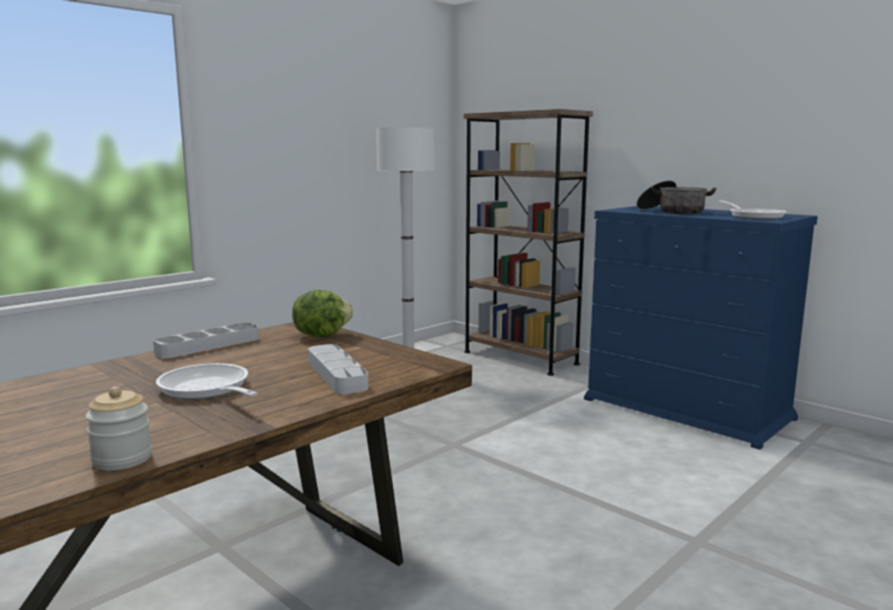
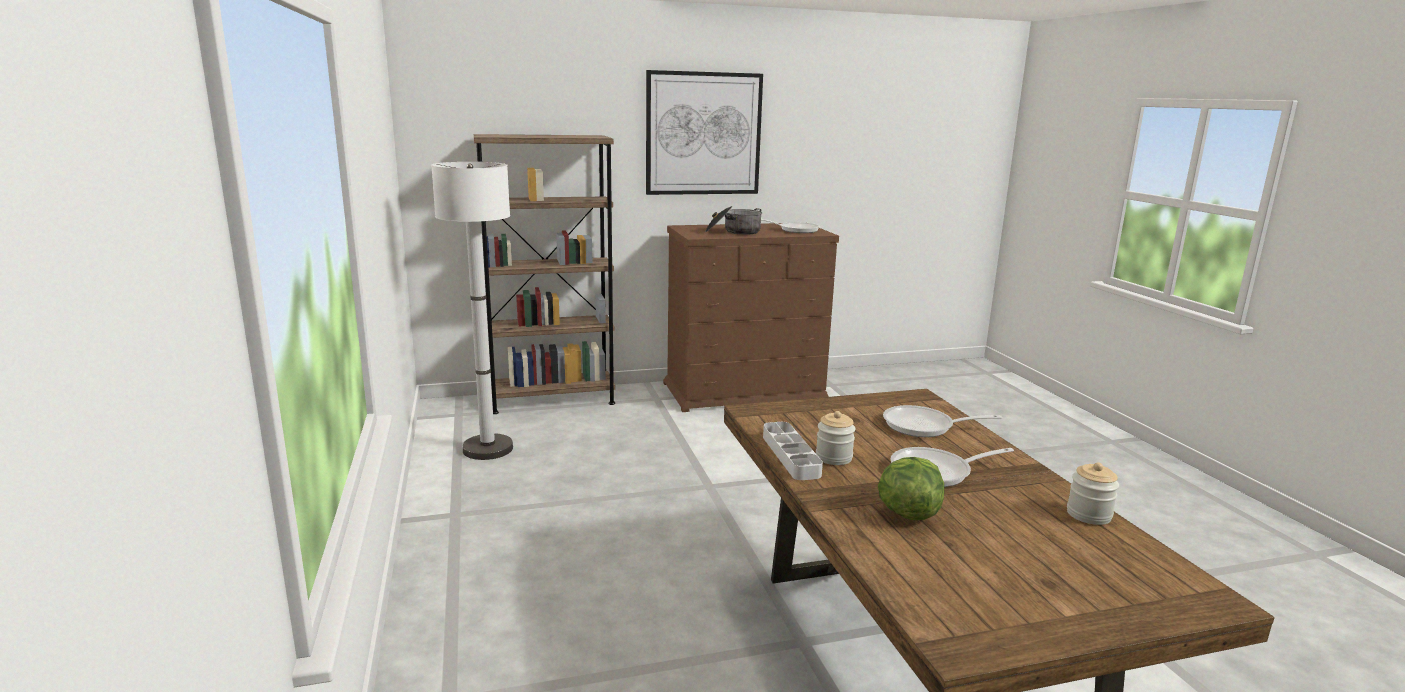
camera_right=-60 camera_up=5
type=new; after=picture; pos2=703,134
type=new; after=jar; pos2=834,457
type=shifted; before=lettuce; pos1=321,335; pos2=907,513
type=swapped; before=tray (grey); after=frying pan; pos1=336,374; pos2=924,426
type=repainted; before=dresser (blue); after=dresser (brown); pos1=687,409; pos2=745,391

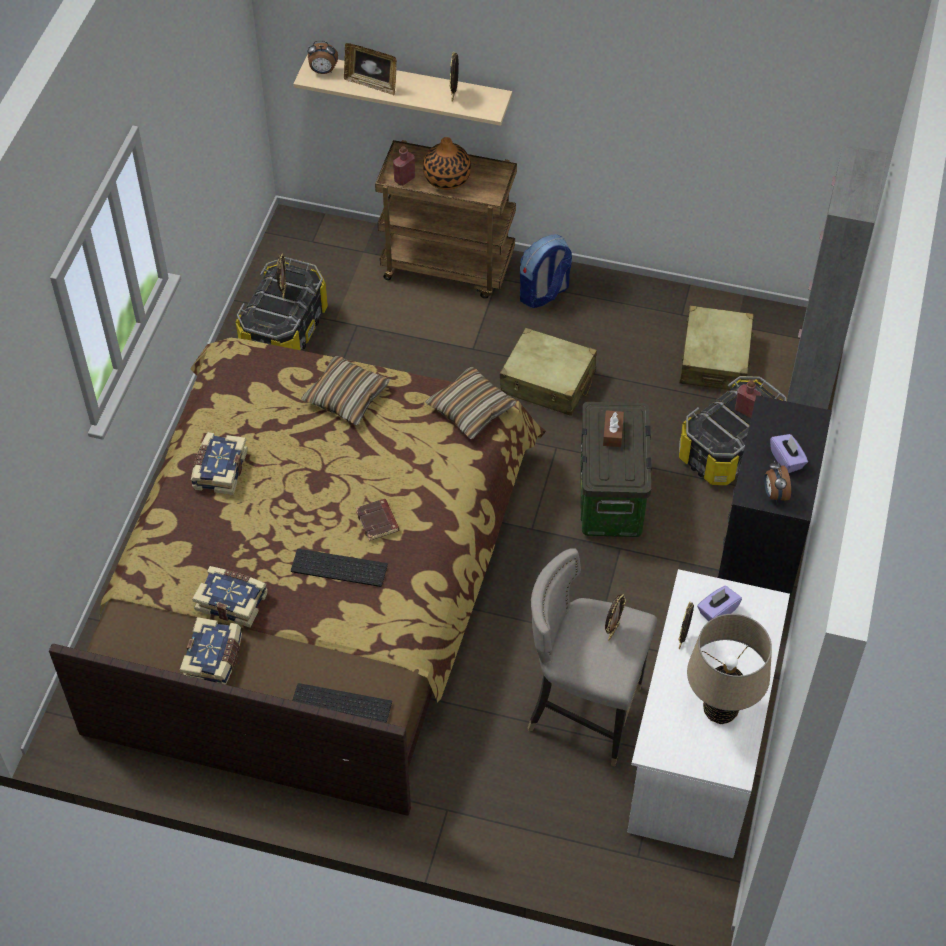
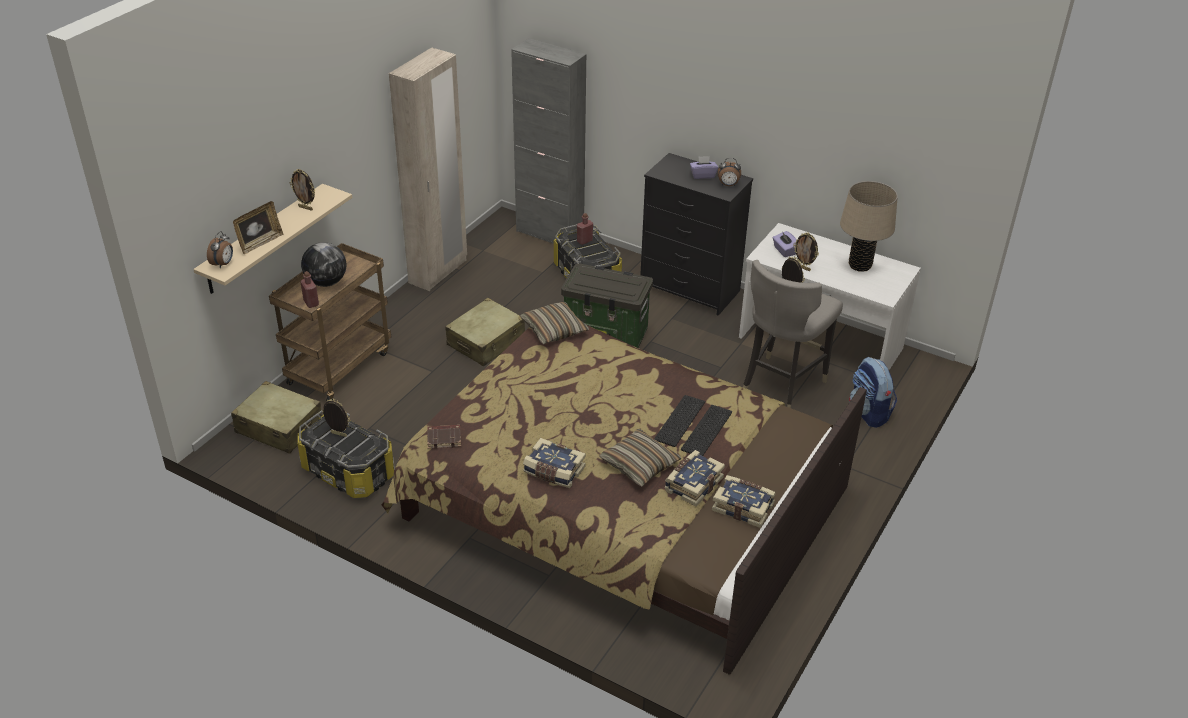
camera_right=-75 camera_up=-15
type=gone; before=tissue box (brown); pos1=612,433
type=new; after=wardrobe (beige); pos2=438,272
type=shifted; before=keyboard; pos1=339,706; pos2=707,432
type=shifted; before=pillow; pos1=346,397; pos2=639,464
type=shifted; before=book (brown); pos1=378,522; pos2=444,438
type=shifted; before=backpack; pos1=544,293; pos2=868,413
type=shifted; before=suitcase (beige); pos1=715,359; pos2=279,427
type=swapped; before=vase; after=globe; pos1=447,178; pos2=326,282

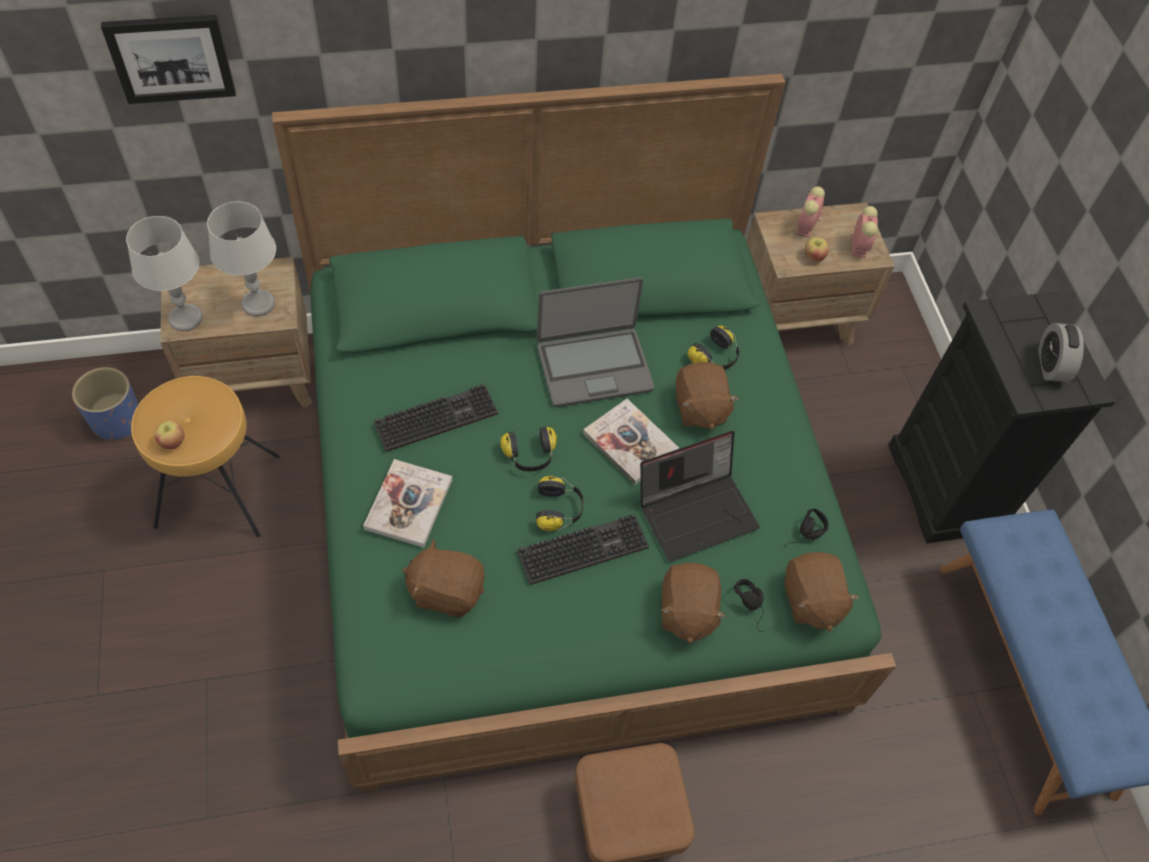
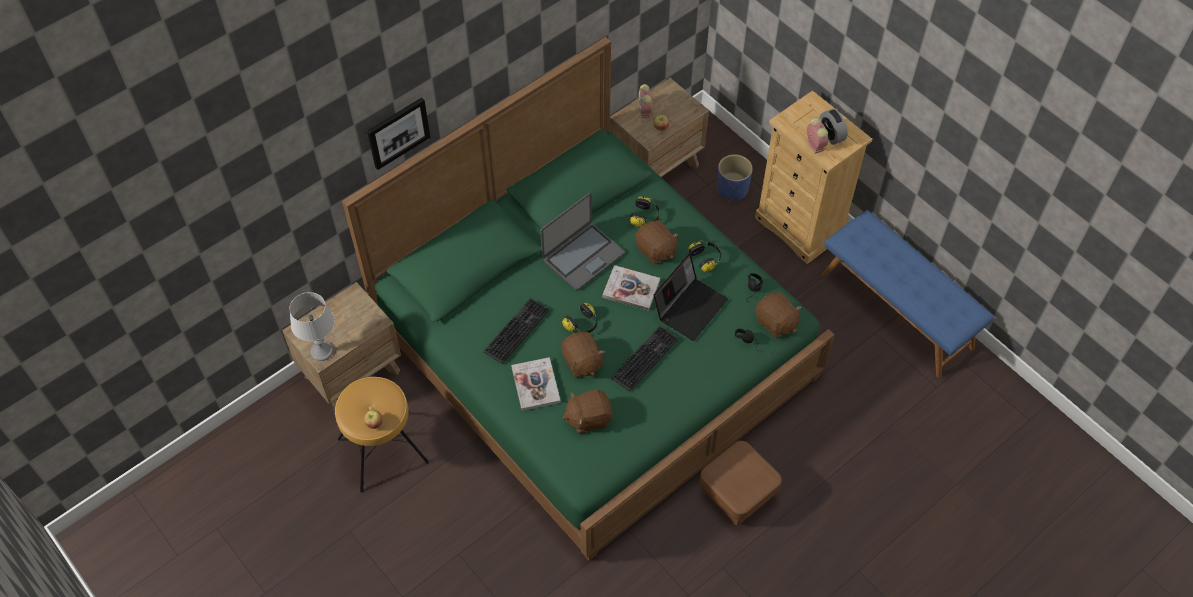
camera_right=-25 camera_up=0
type=gone; before=table lamp (grey); pos1=258,304
type=shifted; before=planter (blue); pos1=117,421; pos2=732,189
type=shifted; before=picture; pos1=171,57; pos2=398,132
type=shifted; before=headphones; pos1=559,509; pos2=706,258
type=shifted; before=plush toy (brown); pos1=686,611; pos2=582,362
type=shifted; before=alarm clock; pos1=858,246; pos2=814,144
type=repainted; before=dresser (black); after=dresser (beige); pos1=946,488; pos2=800,226

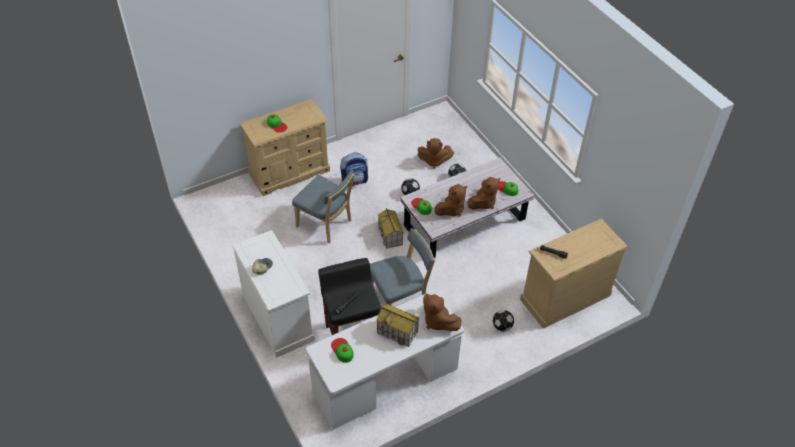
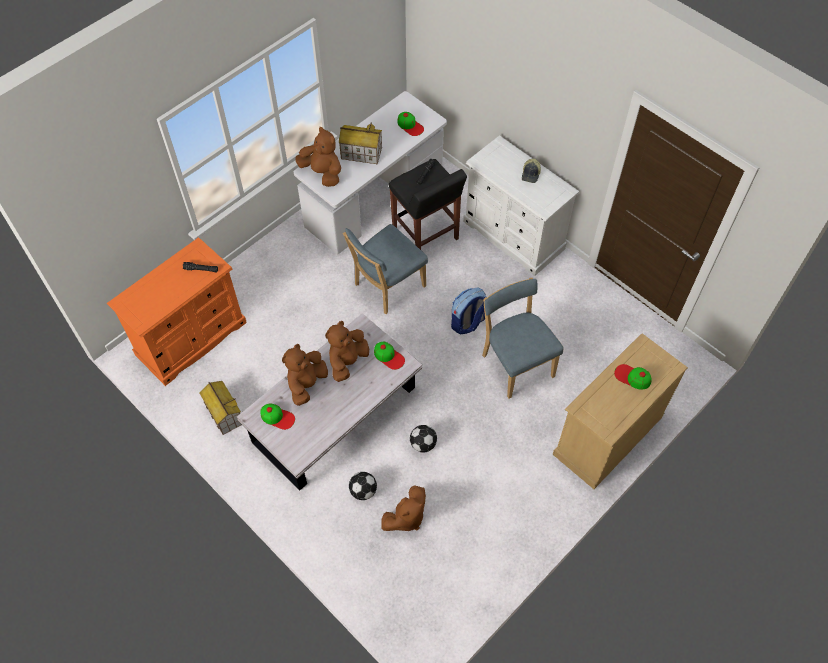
camera_right=165 camera_up=10
type=gone; before=football; pos1=502,327
type=shifted; before=backpack; pos1=354,181; pos2=468,323
type=shifted; before=toy house; pos1=390,236; pos2=224,414
type=repainted; before=dresser (beige); after=dresser (orange); pos1=564,297; pos2=191,338
type=rotated; before=chair (blue); pos1=326,225; pos2=516,363; turn=45
type=rotated; before=plush toy (brown); pos1=434,161; pos2=406,518; turn=150

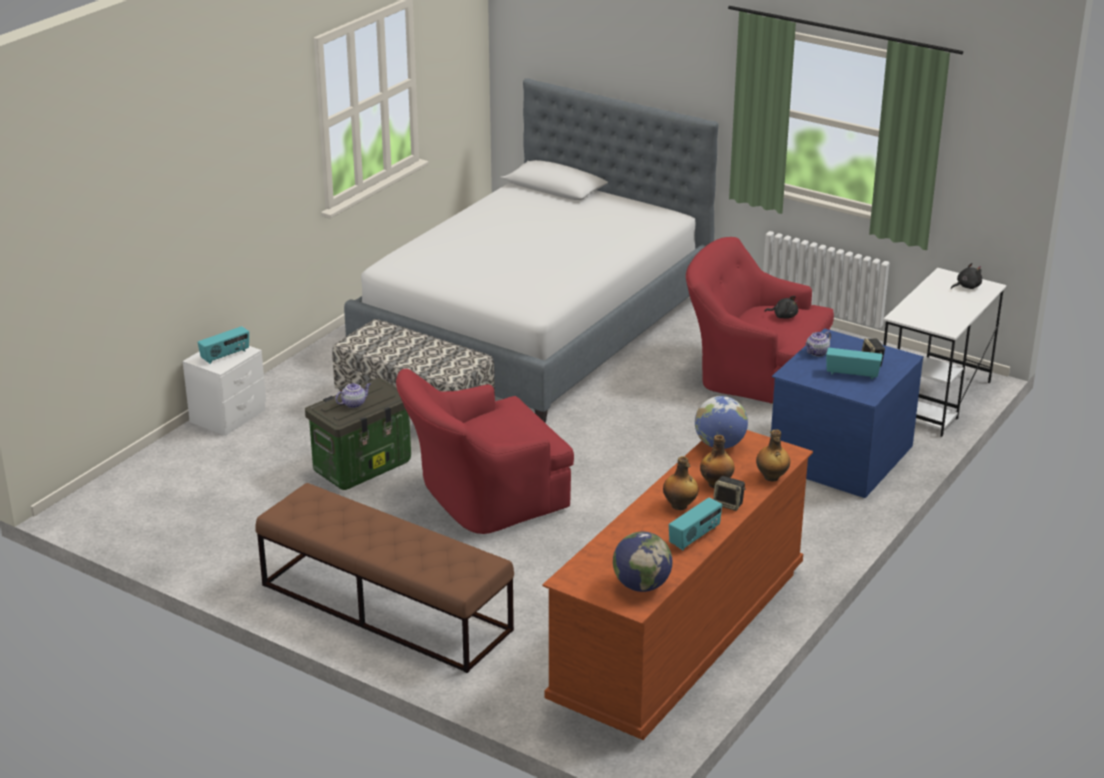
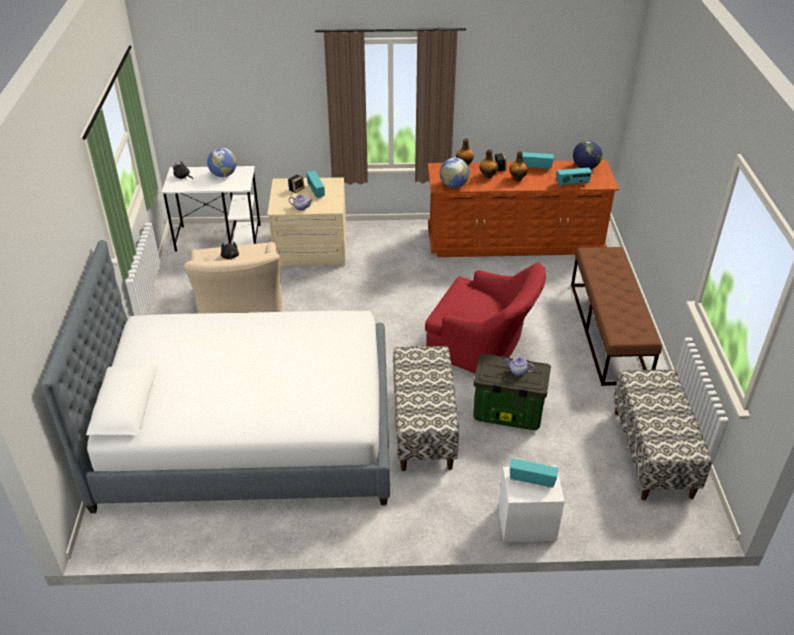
camera_right=-125 camera_up=10
type=new; after=globe; pos2=223,175
type=new; after=radio; pos2=572,183
type=new; after=bench; pos2=653,453
type=repainted; before=armchair (red); after=armchair (beige); pos1=752,373; pos2=240,307
type=repainted; before=dresser (blue); after=dresser (beige); pos1=838,455; pos2=311,248

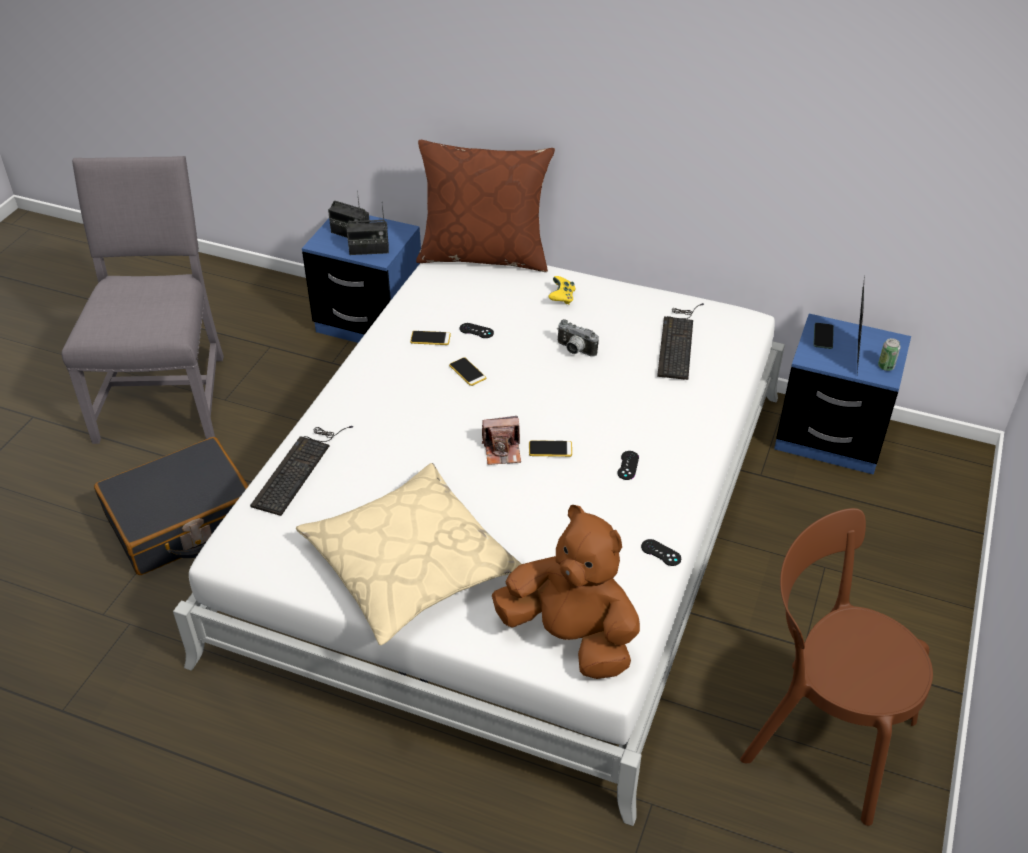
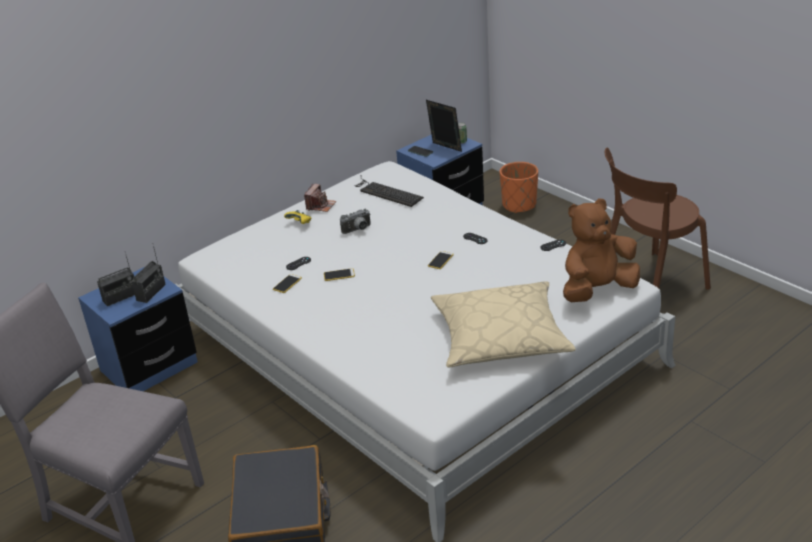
camera_right=-60 camera_up=-10
type=gone; before=keyboard; pos1=299,467
type=gone; before=pillow (brown); pos1=484,255
type=new; after=planter (orange); pos2=519,205
type=shifted; before=photo camera; pos1=502,451; pos2=320,206

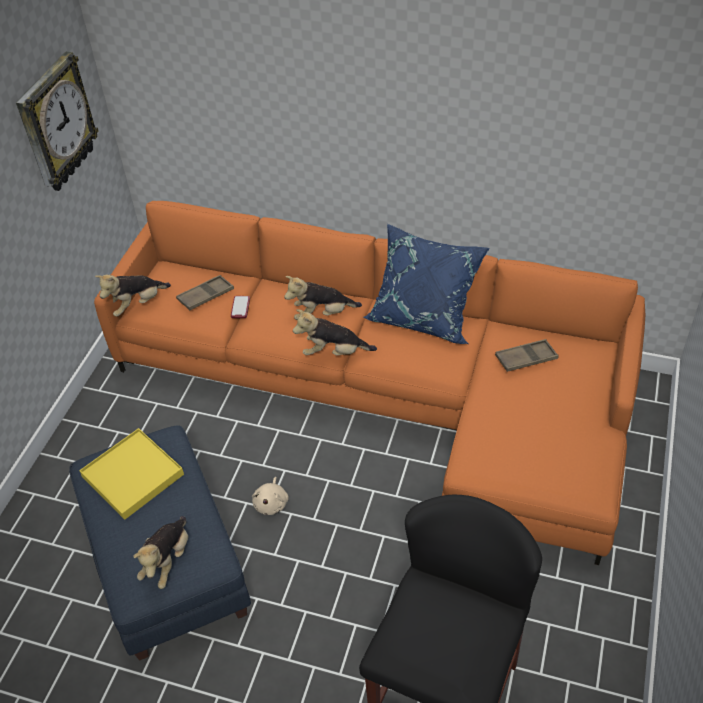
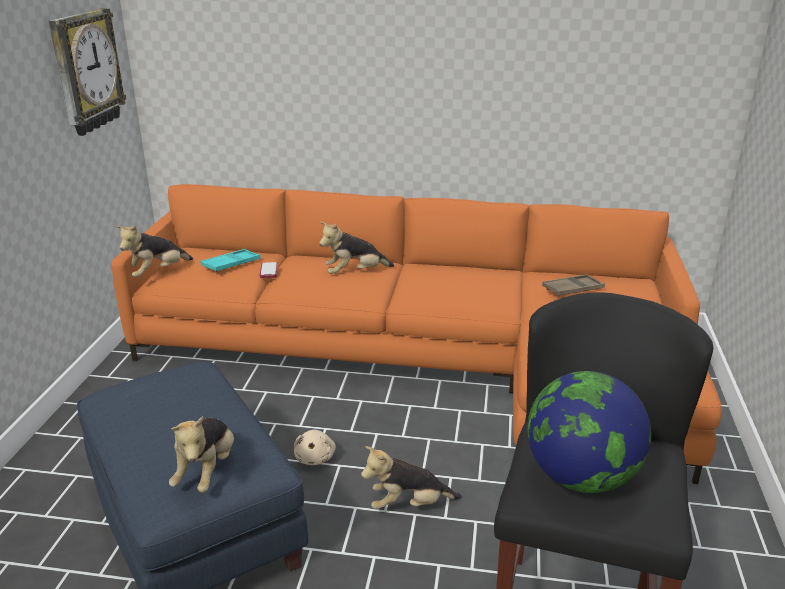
camera_right=-10 camera_up=-20
type=gone; before=tray (yellow); pos1=132,475
type=gone; before=pillow (blue); pos1=424,316
type=new; after=globe; pos2=581,477
type=shifted; before=plush toy; pos1=334,352; pos2=408,505
type=repainted; before=tray (brown); after=tray (turquoise); pos1=206,296; pos2=231,264

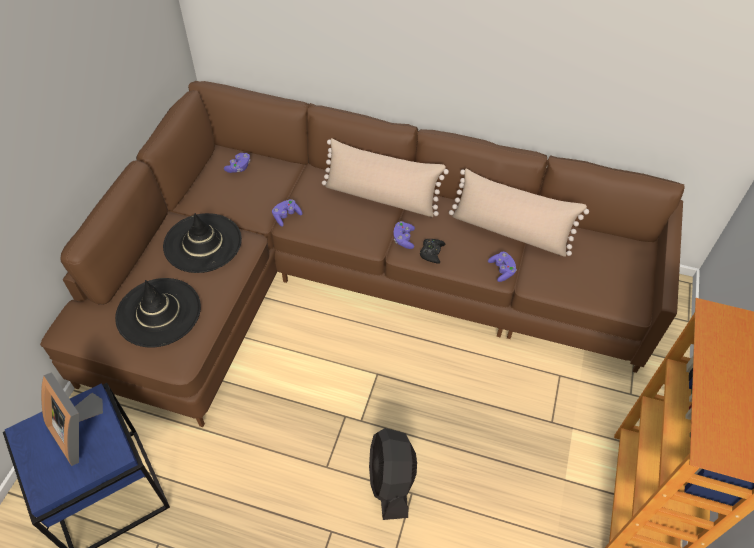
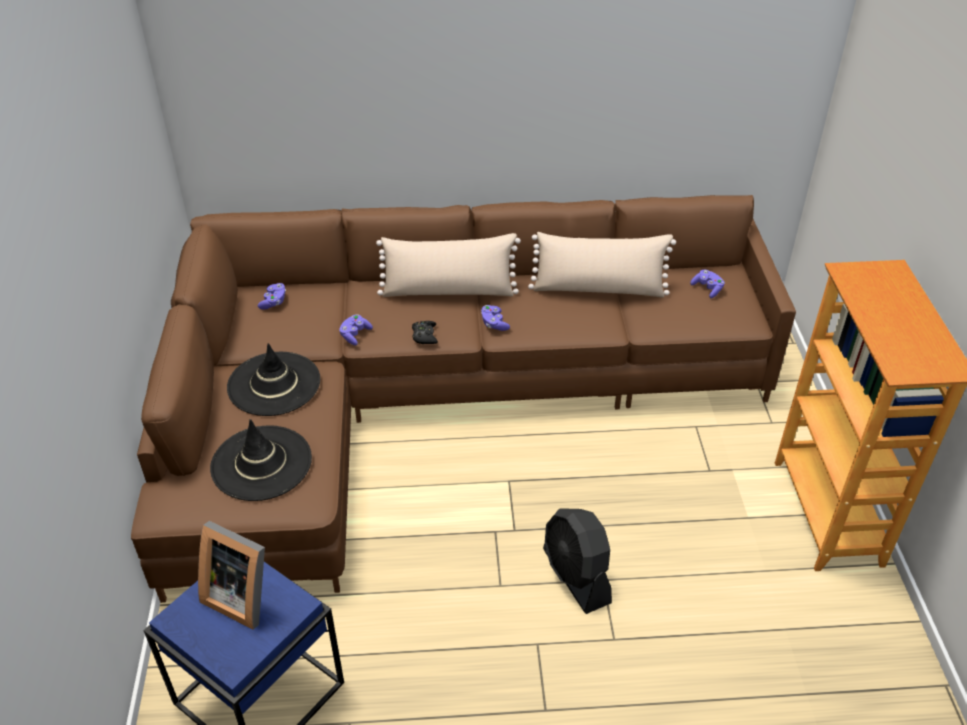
camera_right=-20 camera_up=-10
type=shifted; before=game controller (black); pos1=431,252; pos2=424,336
type=shifted; before=game controller (purple); pos1=502,270; pos2=707,289

